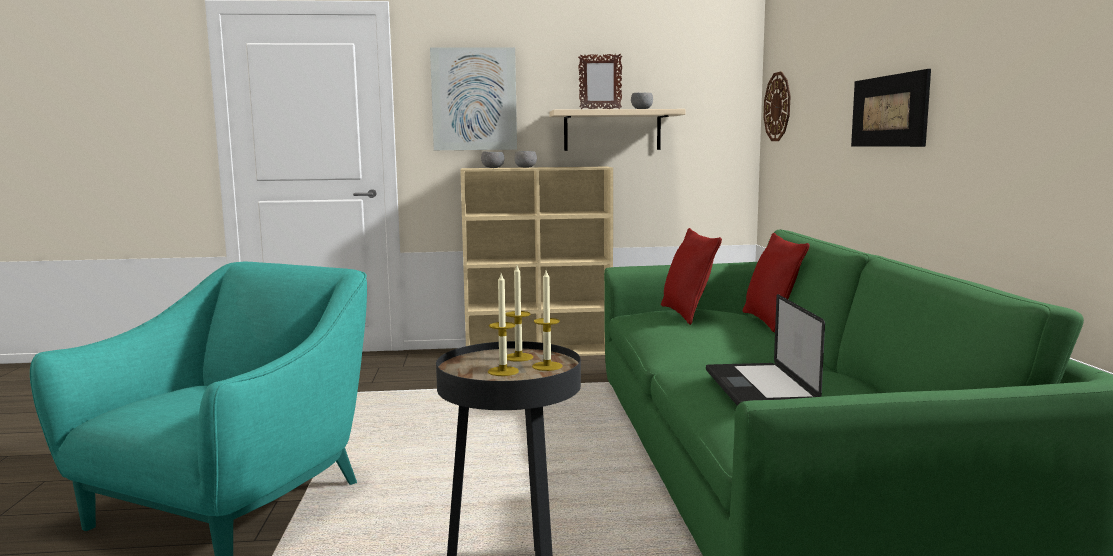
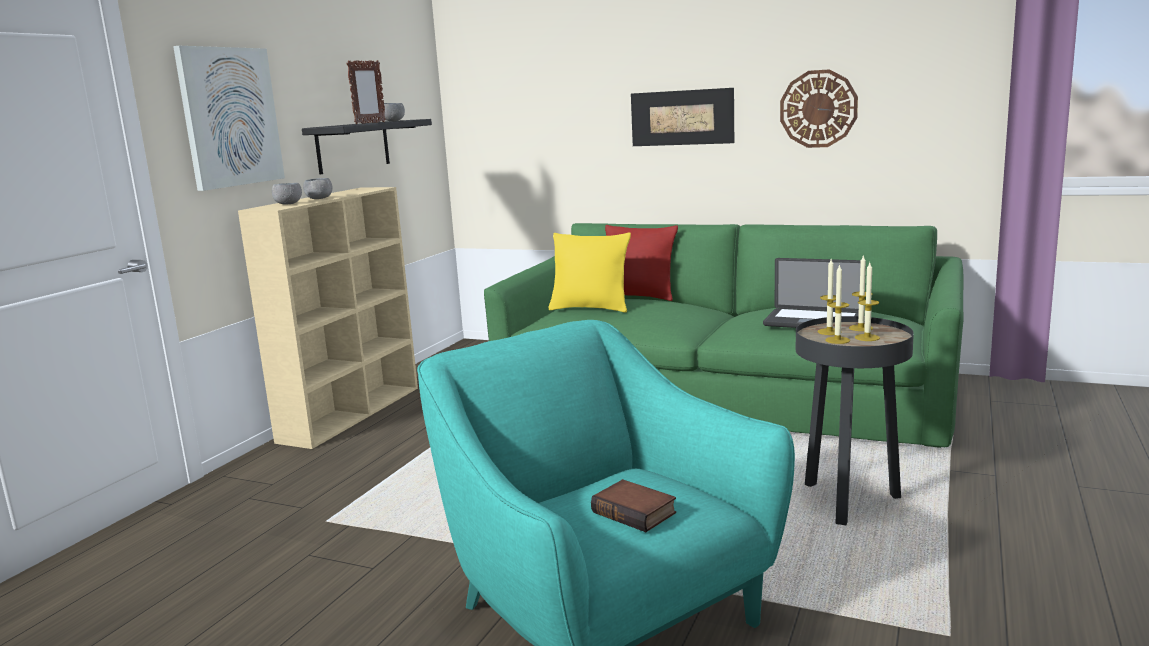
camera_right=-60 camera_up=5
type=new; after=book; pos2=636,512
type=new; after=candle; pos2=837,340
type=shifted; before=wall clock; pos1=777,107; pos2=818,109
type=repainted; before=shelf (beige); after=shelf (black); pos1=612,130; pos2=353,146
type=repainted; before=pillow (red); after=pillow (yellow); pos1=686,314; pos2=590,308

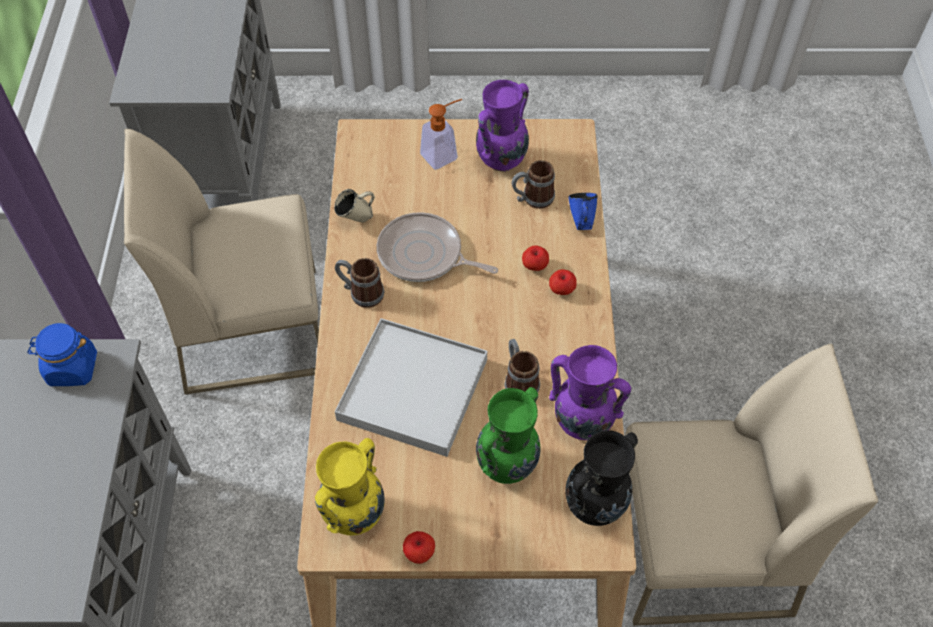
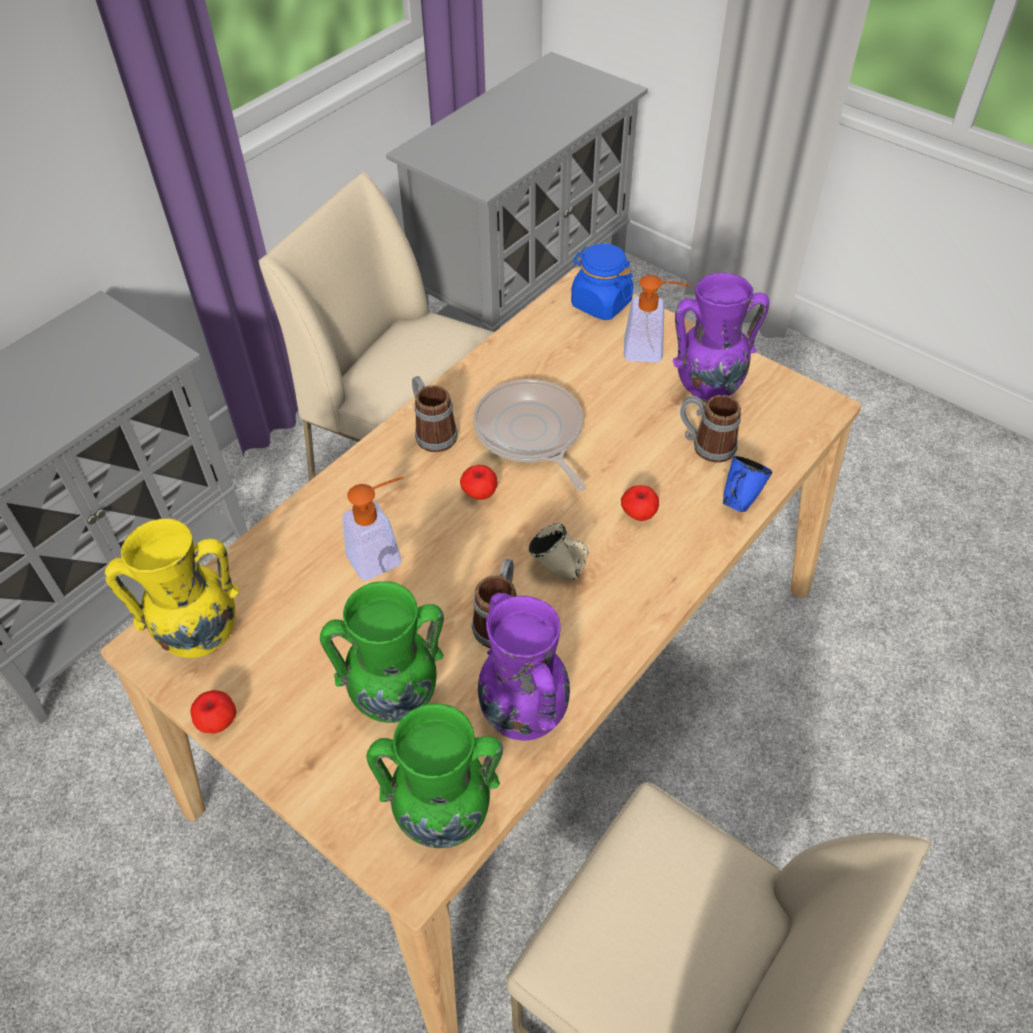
camera_right=40 camera_up=-5
type=shifted; before=jar (blue); pos1=72,368; pos2=600,303
type=shifted; before=mug (beige); pos1=356,220; pos2=558,571
type=shifted; before=apple; pos1=561,290; pos2=479,493
type=swapped; before=tray (white); after=soap dispenser; pos1=412,390; pos2=383,555
type=repainted; before=vase (black); after=vase (green); pos1=596,506; pos2=445,818

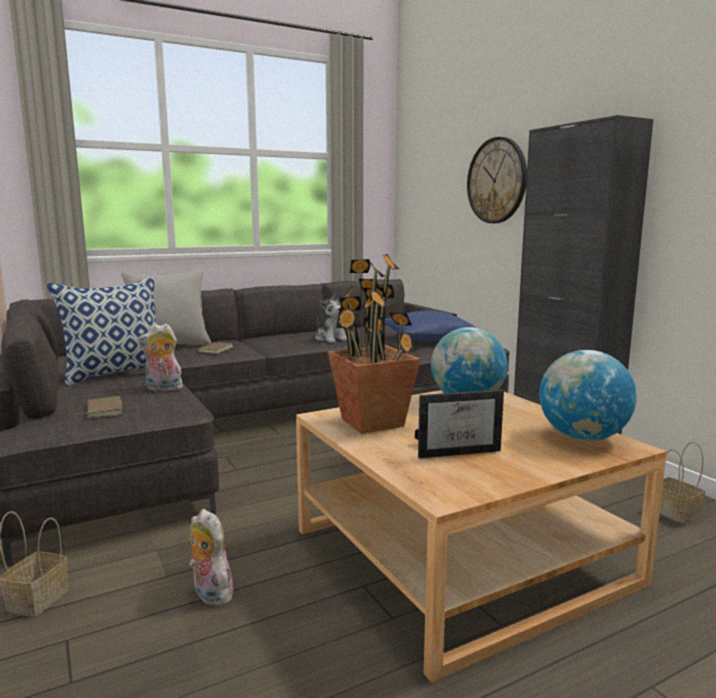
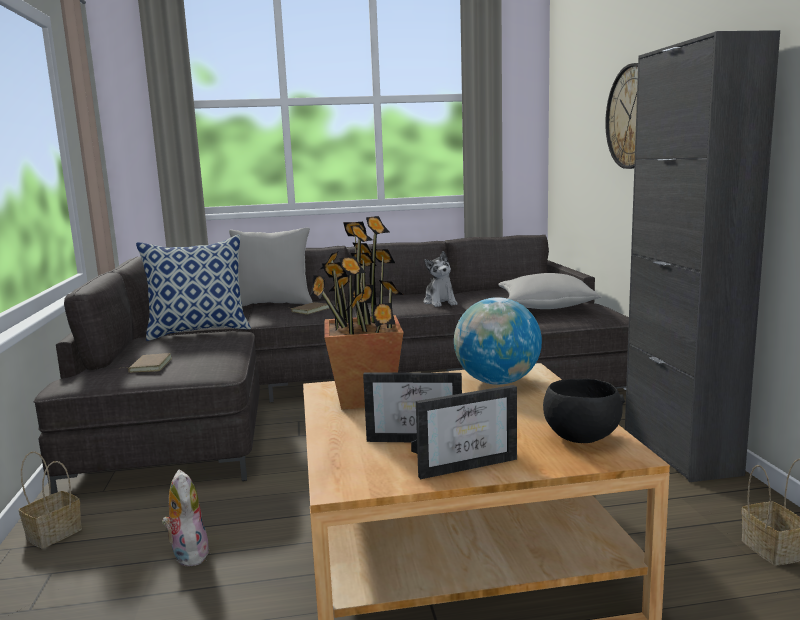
camera_right=20 camera_up=0
type=gone; before=plush toy; pos1=163,389
type=new; after=picture frame; pos2=465,463
type=swapped; before=globe; after=bowl (black); pos1=582,437; pos2=579,437
type=repainted; before=pillow (blue); after=pillow (grey); pos1=427,339; pos2=546,307

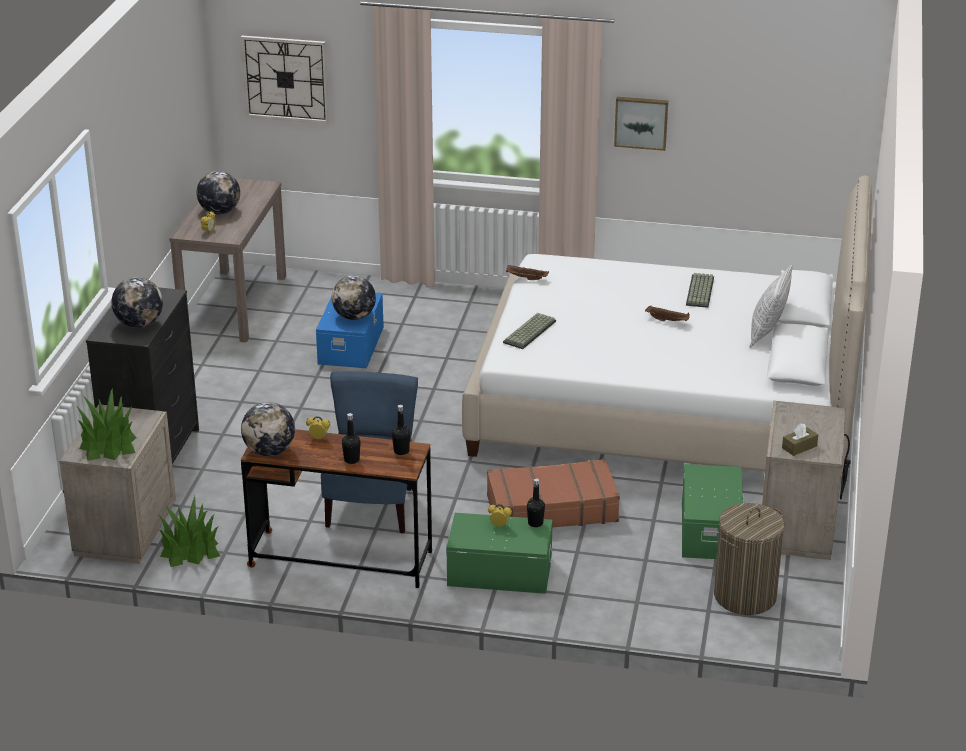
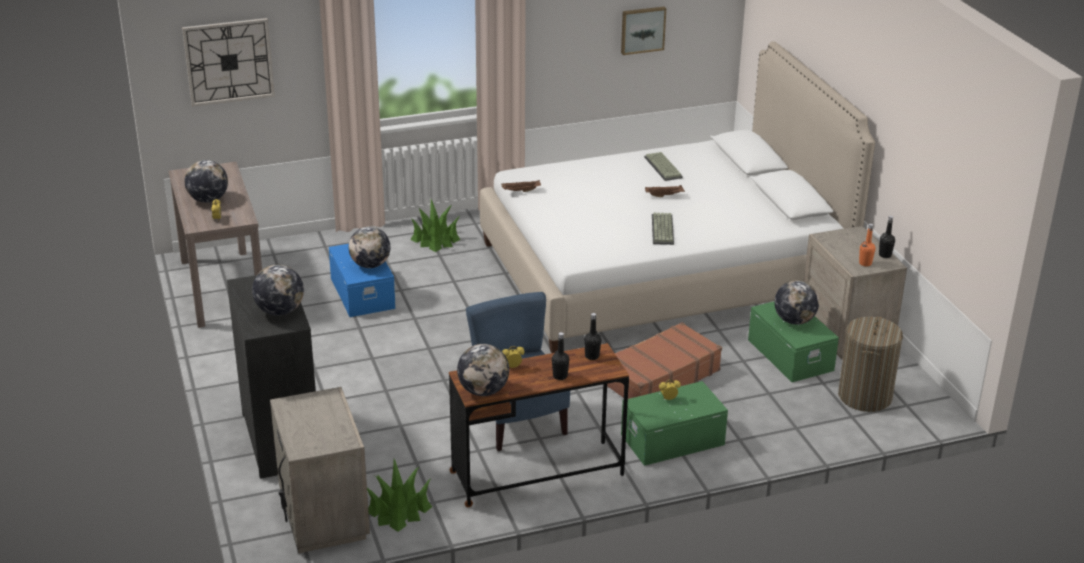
camera_right=-30 camera_up=0
type=gone; before=pillow; pos1=767,333
type=new; after=globe; pos2=794,321
type=shifted; before=potted plant; pos1=108,443; pos2=435,239
type=shifted; before=keyboard; pos1=530,332; pos2=663,230
type=shifted; before=bottle (black); pos1=535,523; pos2=885,255
type=shifted; before=picture; pos1=641,122; pos2=642,29
type=swapped; before=tissue box (brown); after=bottle (orange); pos1=799,447; pos2=865,263

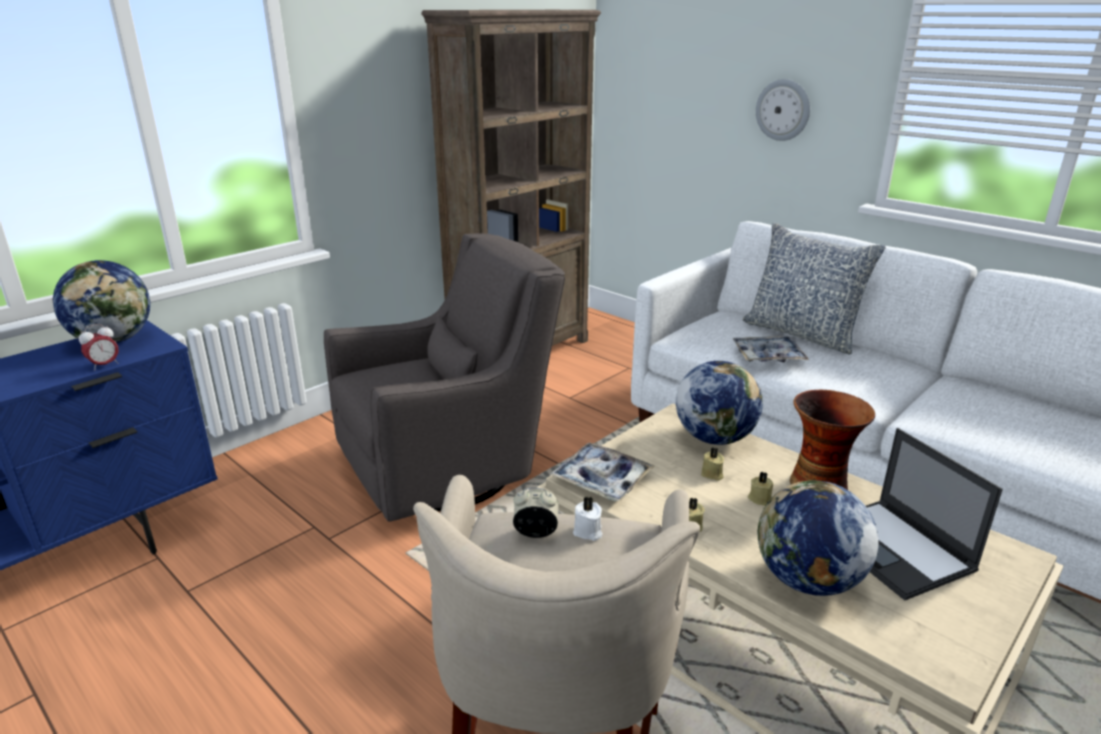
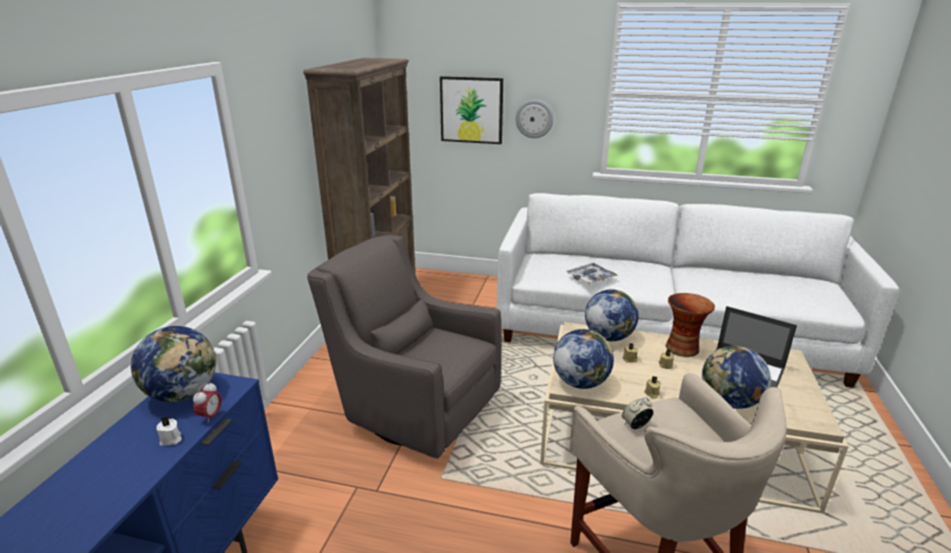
camera_right=-30 camera_up=0
type=gone; before=pillow; pos1=802,334
type=new; after=picture; pos2=471,110
type=shifted; before=candle (white); pos1=588,532; pos2=171,439
type=swapped; before=tray; after=globe; pos1=602,479; pos2=580,382
type=rotated; before=armchair (grey); pos1=451,469; pos2=413,410; turn=-90

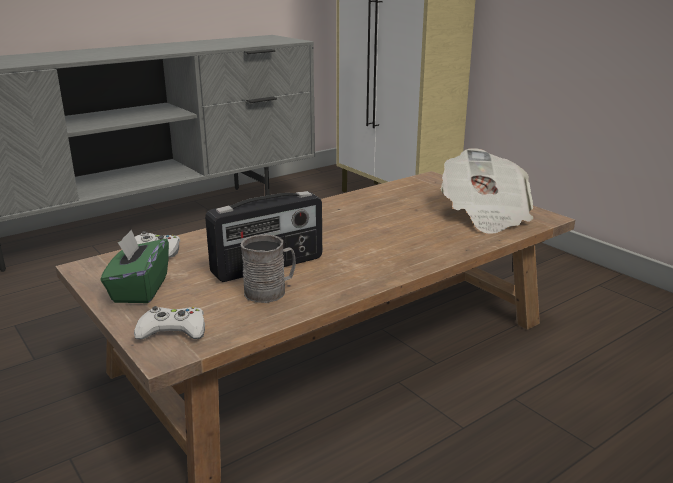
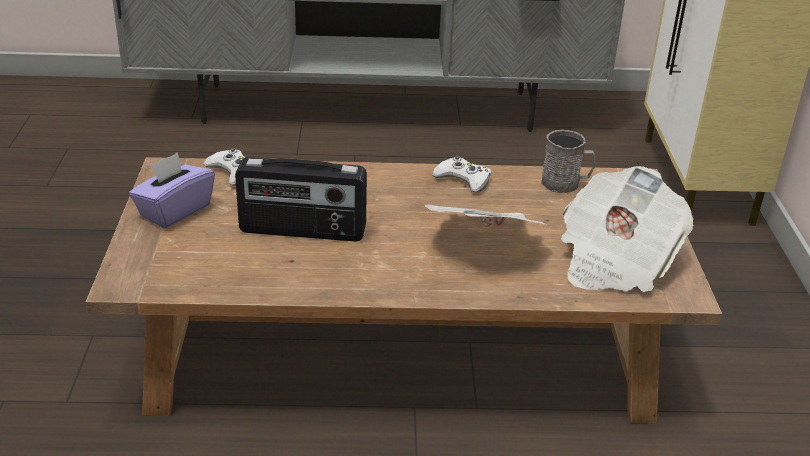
camera_right=35 camera_up=10
type=new; after=newspaper; pos2=486,242
type=shifted; before=game controller (white); pos1=173,330; pos2=463,180
type=shifted; before=mug (grey); pos1=270,291; pos2=565,183
type=repainted; before=tissue box (green); after=tissue box (purple); pos1=139,289; pos2=174,211

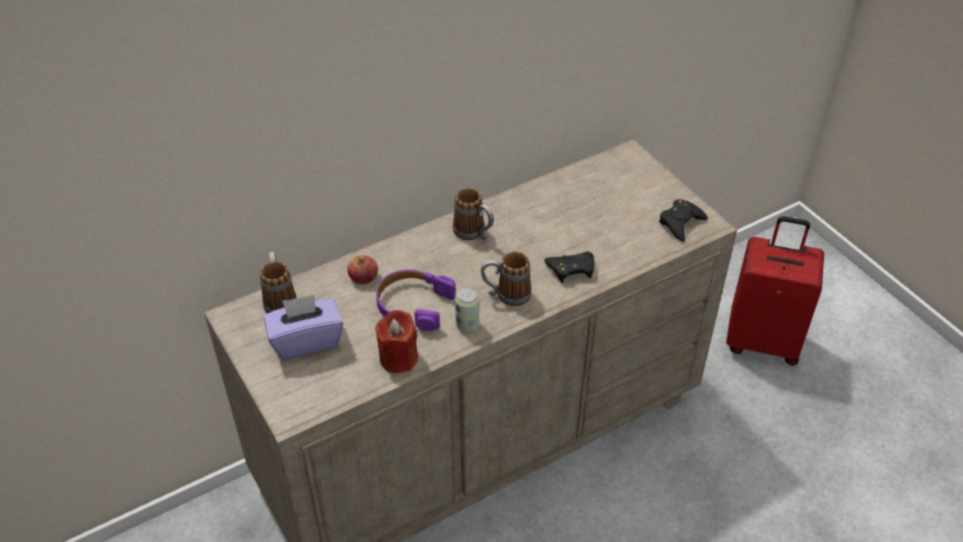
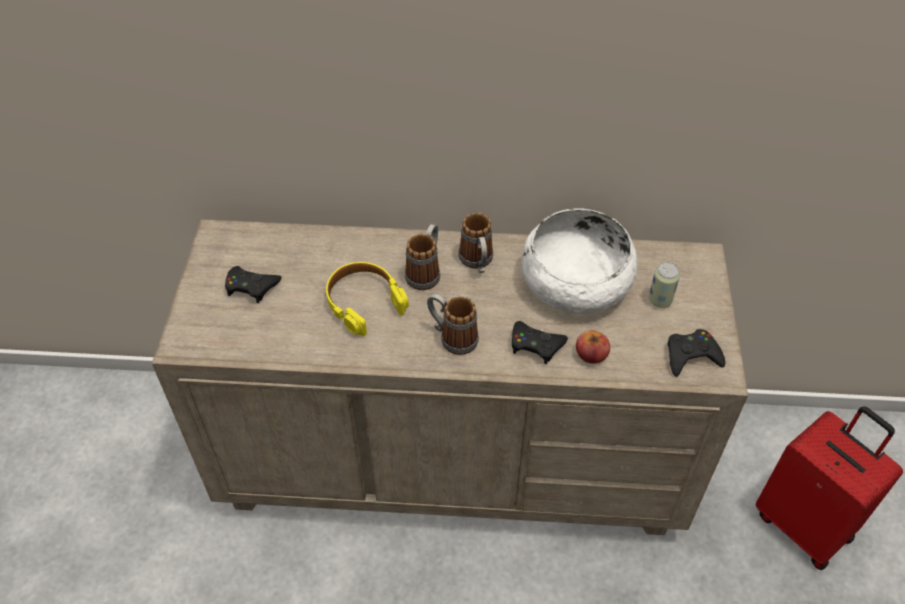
camera_right=35 camera_up=5
type=gone; before=candle (red); pos1=398,358
type=new; after=bowl (white); pos2=576,281
type=shifted; before=mug; pos1=280,299; pos2=426,272
type=shifted; before=apple; pos1=363,277; pos2=591,354
type=shifted; before=can; pos1=467,325; pos2=660,300
type=swapped; before=tissue box (purple); after=game controller (black); pos1=306,341; pos2=251,286
type=repainted; before=headphones (purple); after=headphones (yellow); pos1=413,305; pos2=364,302

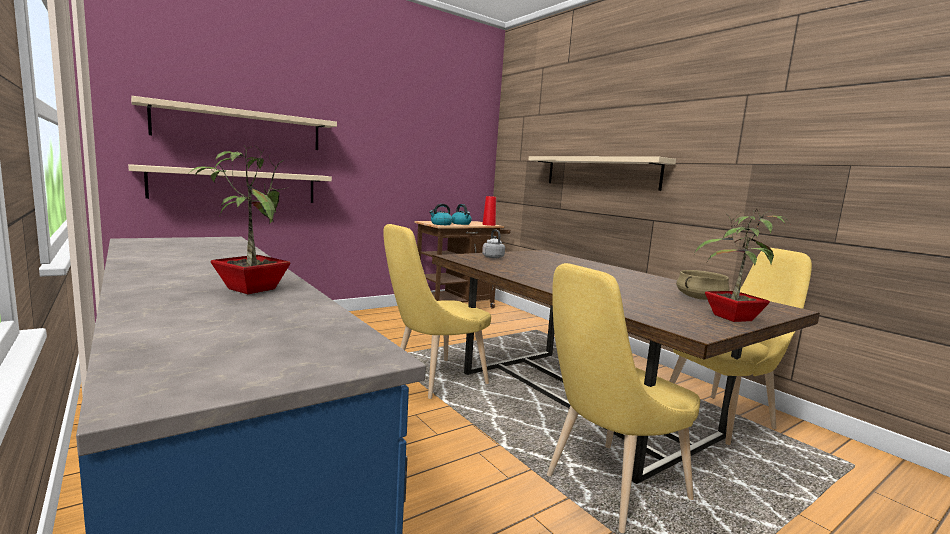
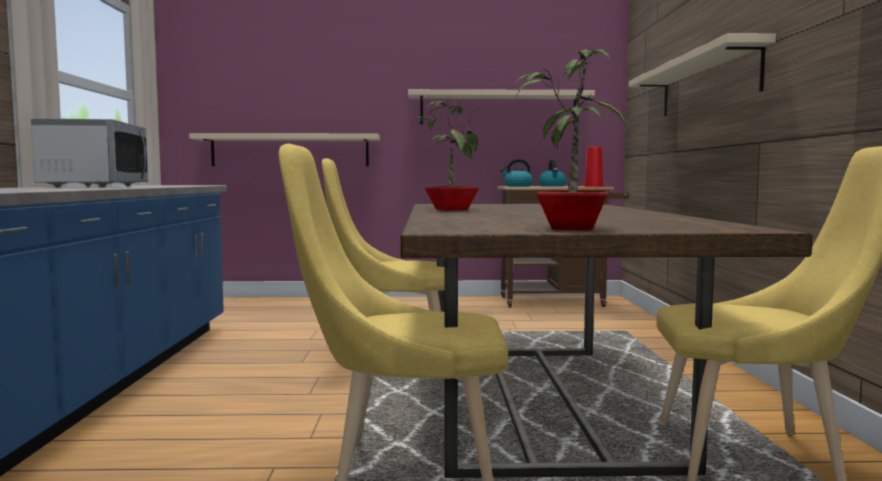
camera_right=35 camera_up=-5
type=gone; before=kettle (grey); pos1=492,257
type=gone; before=cooking pot (beige); pos1=700,298
type=new; after=microwave; pos2=95,186
type=shifted; before=shelf (beige); pos1=240,127; pos2=498,109
type=shifted; before=potted plant; pos1=249,289; pos2=450,209

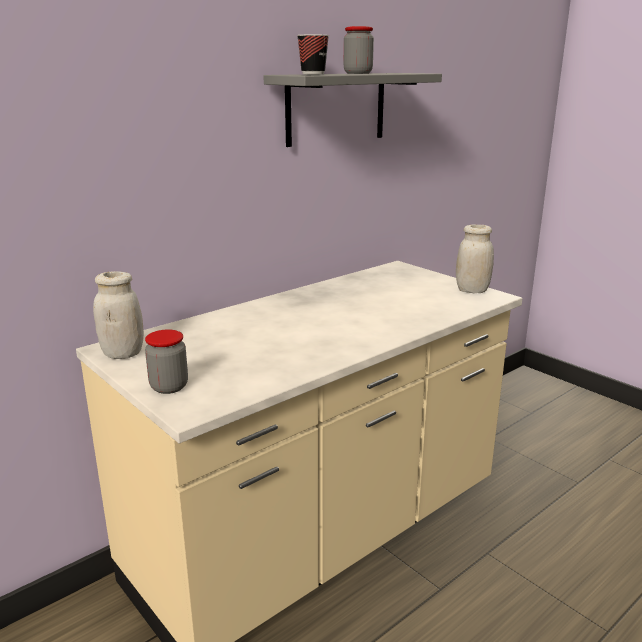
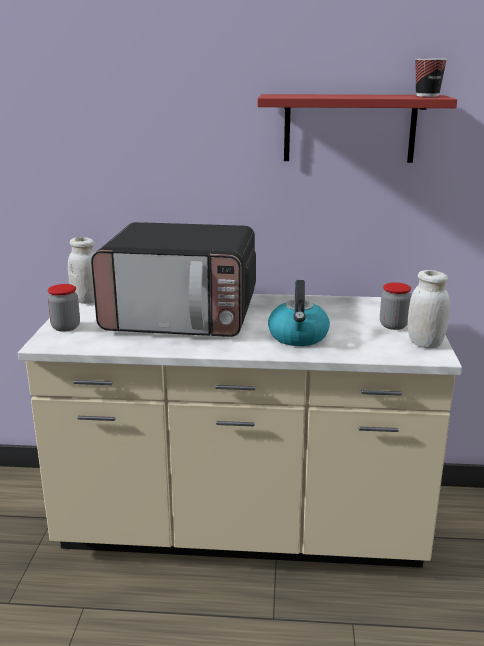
camera_right=45 camera_up=0
type=new; after=microwave; pos2=182,316
type=new; after=kettle; pos2=298,337
type=shifted; before=cup; pos1=313,74; pos2=427,96
type=shifted; before=jar; pos1=358,73; pos2=393,325
type=repainted; before=shelf (grey); after=shelf (red); pos1=336,108; pos2=349,128

